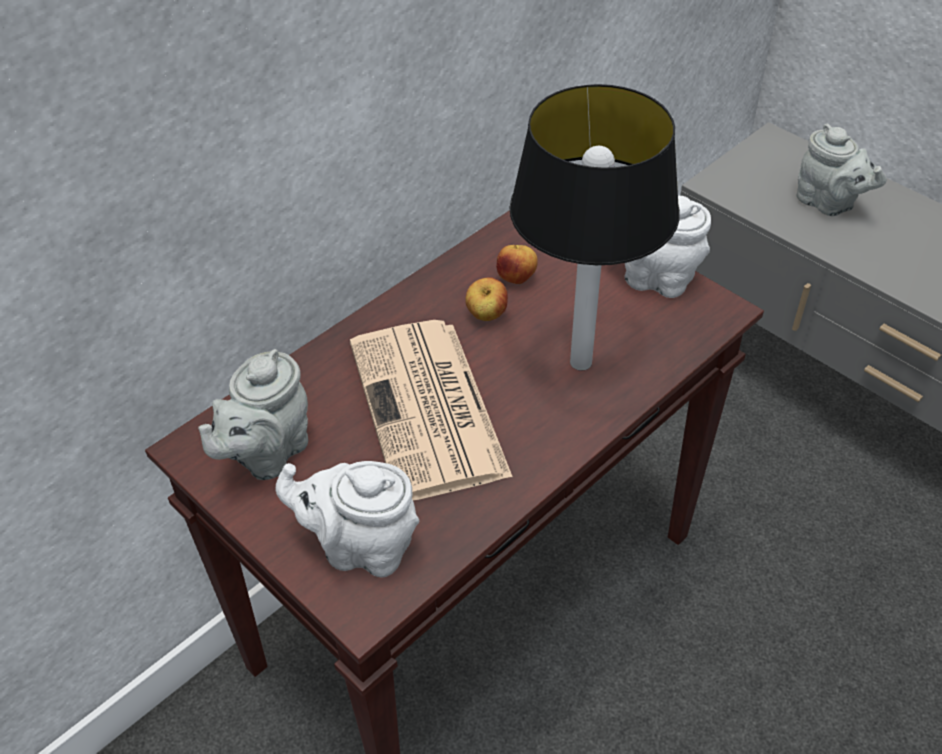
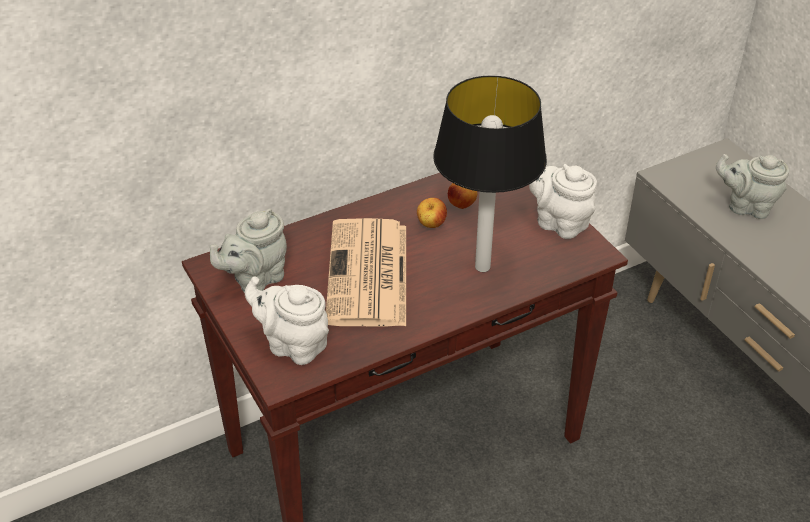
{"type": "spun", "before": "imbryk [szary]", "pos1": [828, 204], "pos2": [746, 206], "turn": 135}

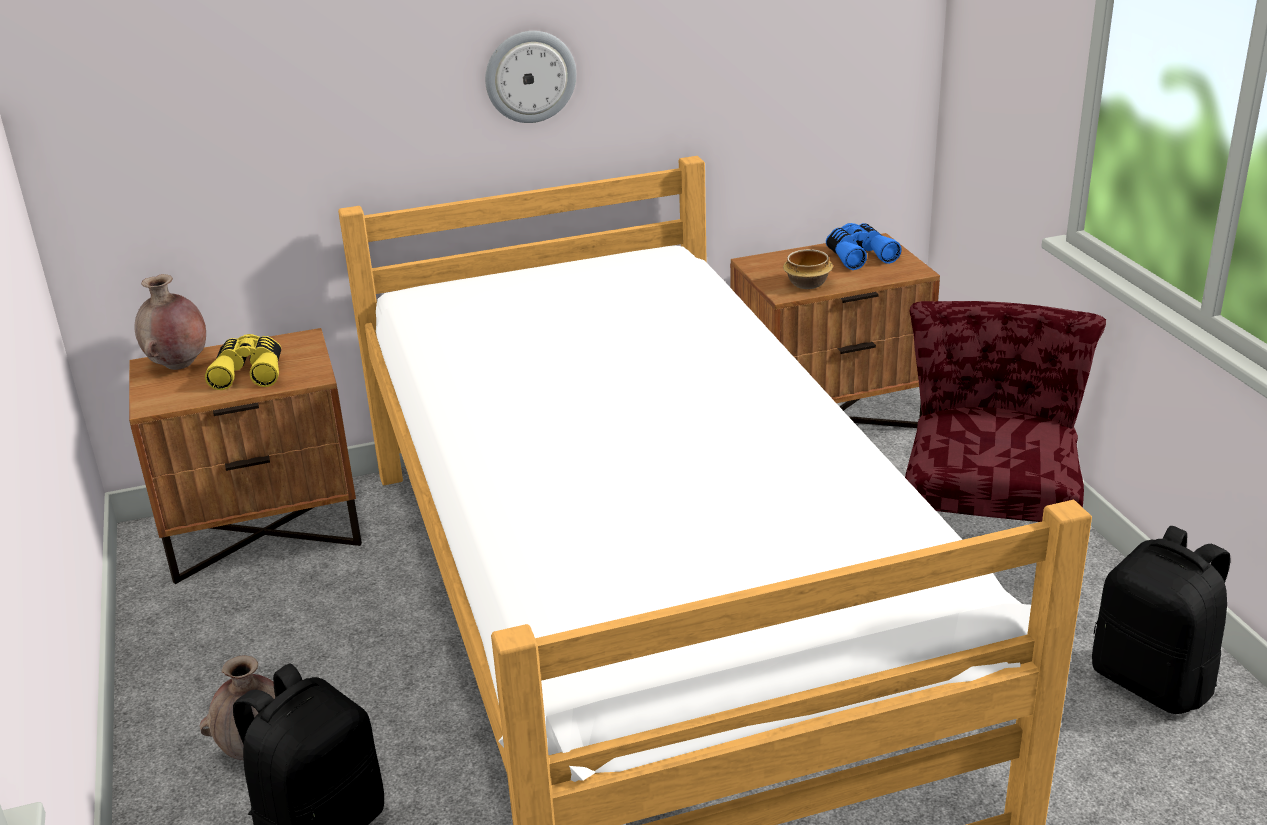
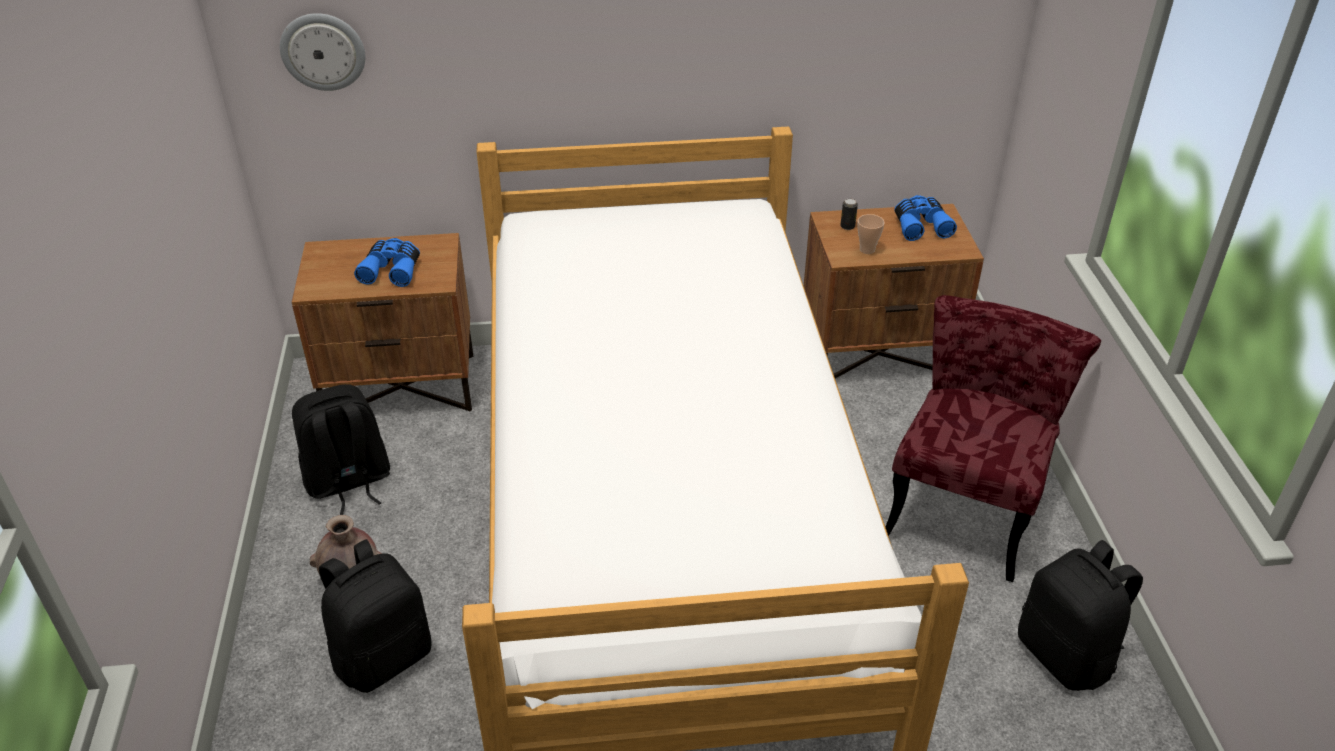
{"type": "relocated", "before": "zegar ścienny", "pos1": [530, 76], "pos2": [323, 51]}
{"type": "appeared", "after": "plecak [czarny]", "pos2": [348, 483]}
{"type": "colour", "before": "lornetka [żółty]", "after": "lornetka [niebieski]", "pos1": [249, 372], "pos2": [392, 269]}
{"type": "appeared", "after": "puszka", "pos2": [847, 226]}
{"type": "exchanged", "before": "miska", "after": "filiżanka", "pos1": [808, 284], "pos2": [867, 250]}
{"type": "missing", "before": "wazon [brązowy]", "pos1": [178, 365]}

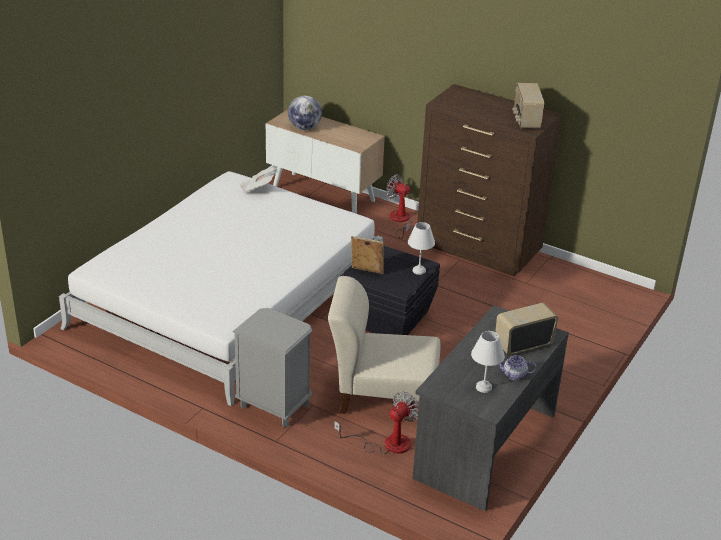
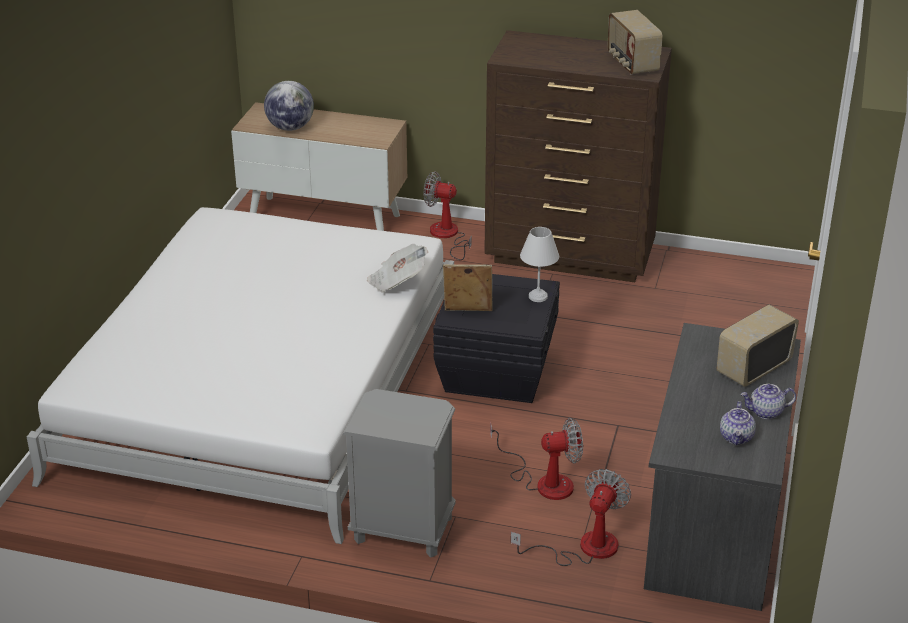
{"type": "relocated", "before": "gazeta", "pos1": [258, 188], "pos2": [397, 281]}
{"type": "exchanged", "before": "krzesło [beżowy]", "after": "wentylator", "pos1": [382, 395], "pos2": [544, 481]}
{"type": "exchanged", "before": "lampa stołowa [biały]", "after": "imbryk", "pos1": [484, 387], "pos2": [737, 437]}

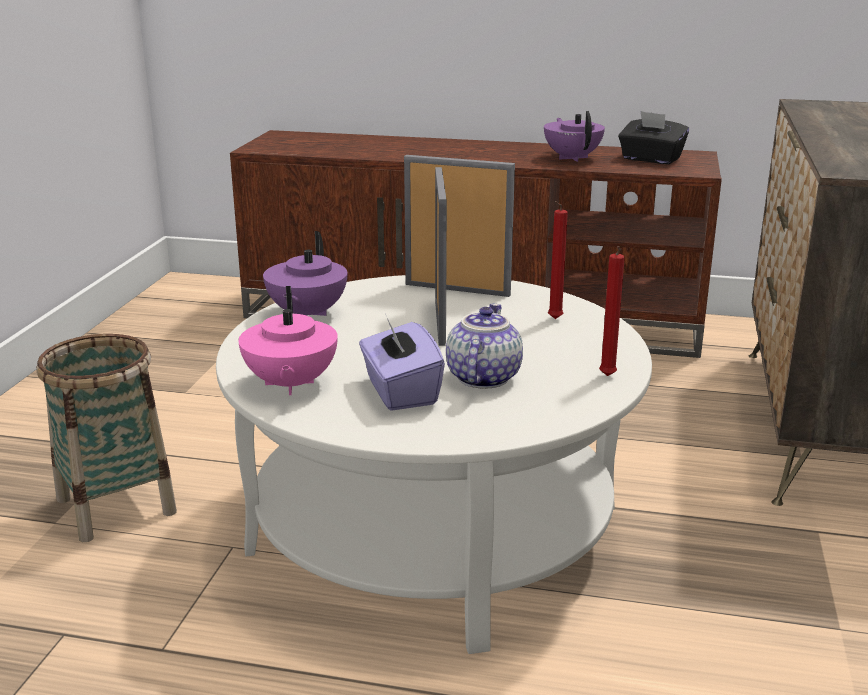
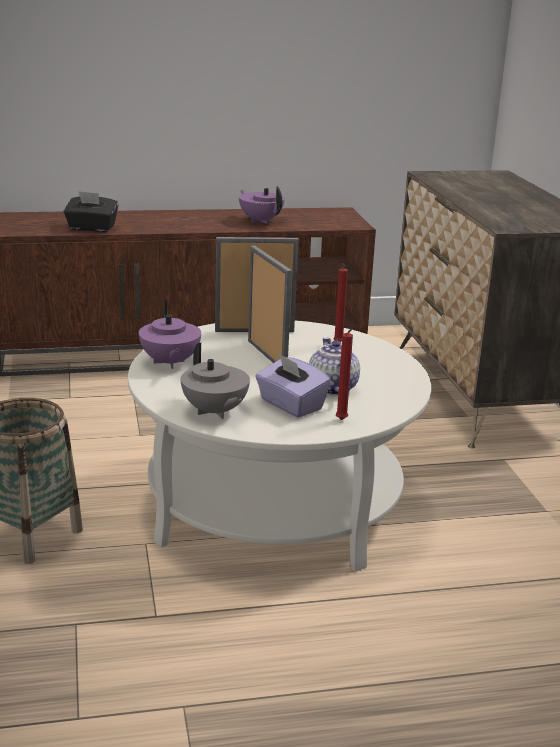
{"type": "relocated", "before": "pudełko chusteczek [czarny]", "pos1": [650, 159], "pos2": [91, 228]}
{"type": "colour", "before": "imbryk [różowy]", "after": "imbryk [szary]", "pos1": [290, 384], "pos2": [214, 412]}
{"type": "relocated", "before": "świeca [czerwony]", "pos1": [607, 377], "pos2": [342, 421]}

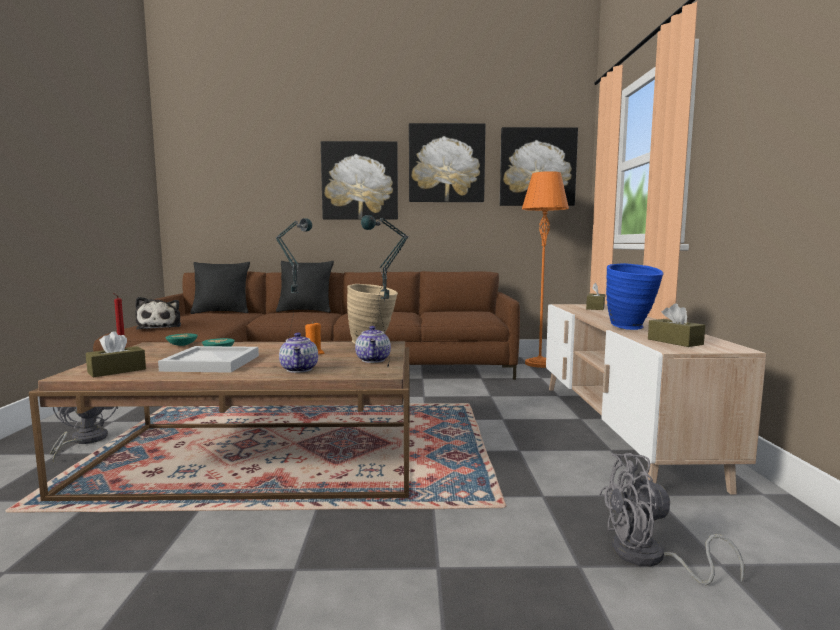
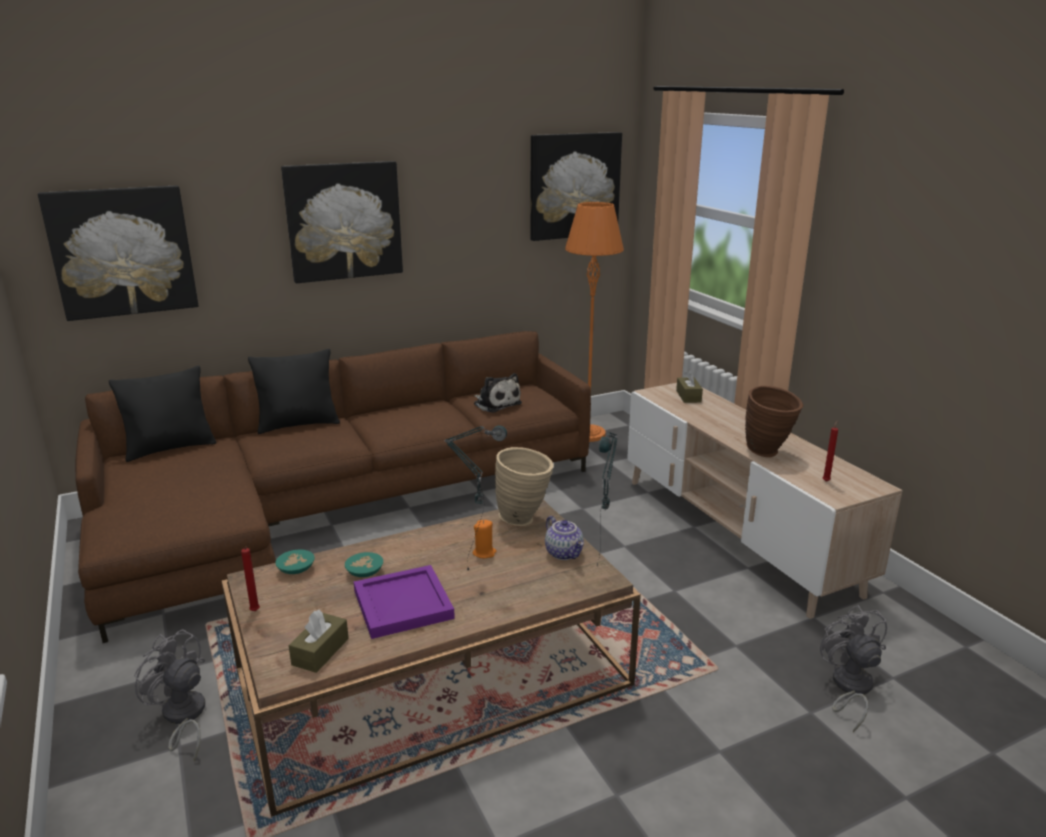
{"type": "relocated", "before": "obraz", "pos1": [446, 163], "pos2": [122, 252]}
{"type": "colour", "before": "taca [biały]", "after": "taca [fioletowy]", "pos1": [210, 363], "pos2": [402, 605]}
{"type": "relocated", "before": "pluszak", "pos1": [160, 327], "pos2": [496, 403]}
{"type": "colour", "before": "wazon [niebieski]", "after": "wazon [brązowy]", "pos1": [631, 328], "pos2": [768, 453]}
{"type": "spun", "before": "wentylator [szary]", "pos1": [649, 558], "pos2": [849, 688], "turn": 105}
{"type": "exchanged", "before": "pudełko chusteczek [brązowy]", "after": "świeca [czerwony]", "pos1": [674, 342], "pos2": [826, 481]}
{"type": "missing", "before": "imbryk", "pos1": [300, 369]}

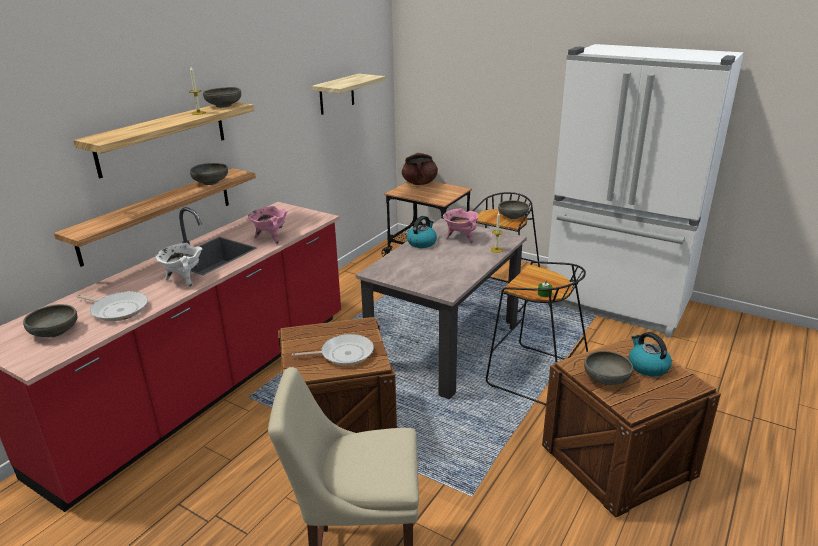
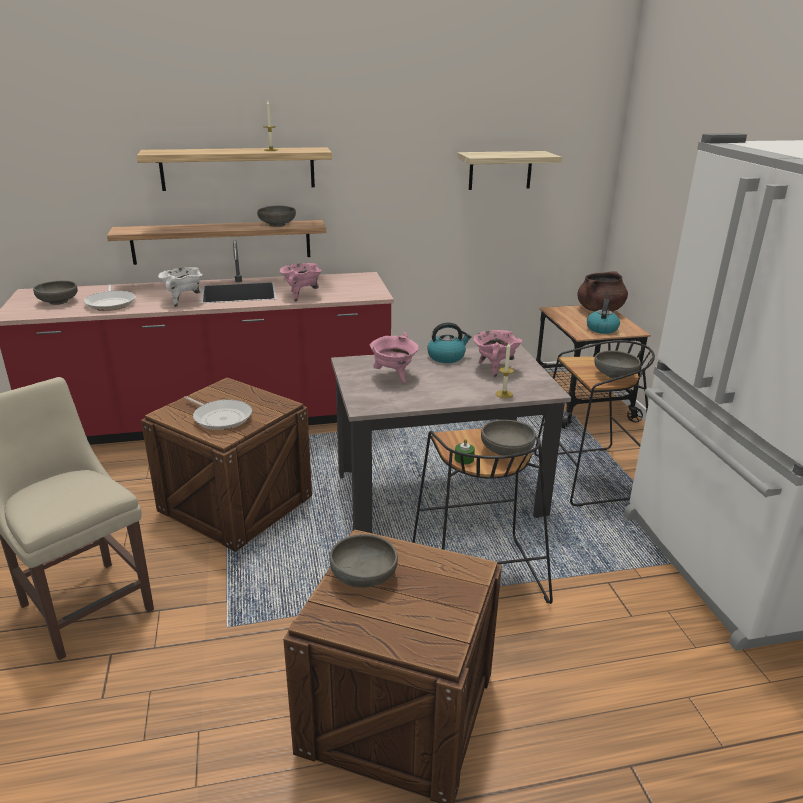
{"type": "appeared", "after": "garnek [różowy]", "pos2": [394, 376]}
{"type": "relocated", "before": "miska [szary]", "pos1": [224, 106], "pos2": [506, 451]}
{"type": "relocated", "before": "czajnik", "pos1": [647, 366], "pos2": [602, 329]}

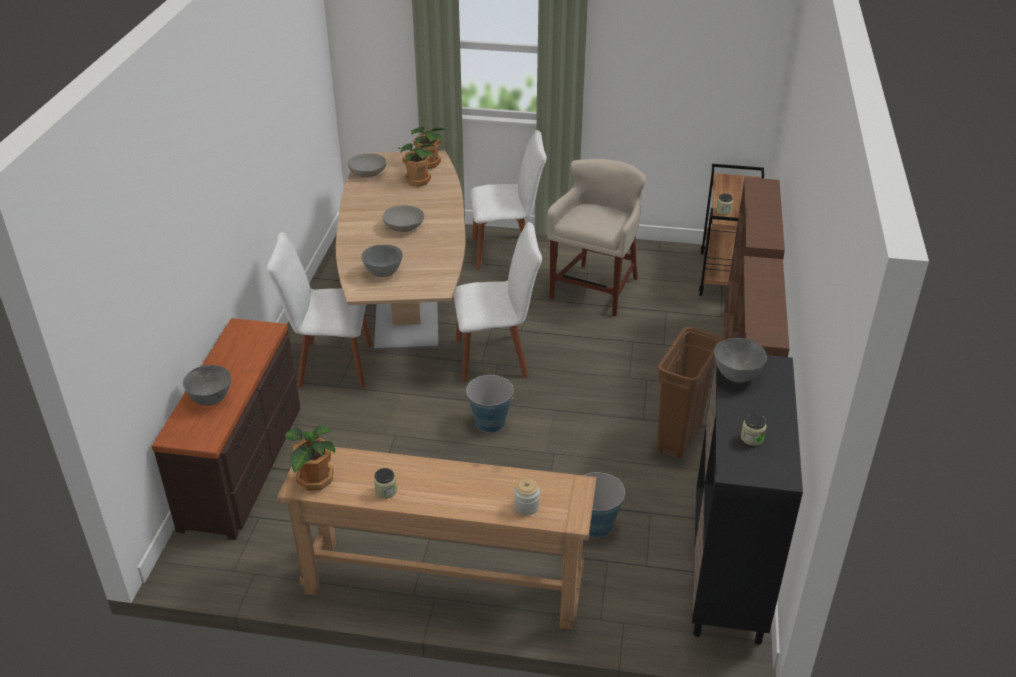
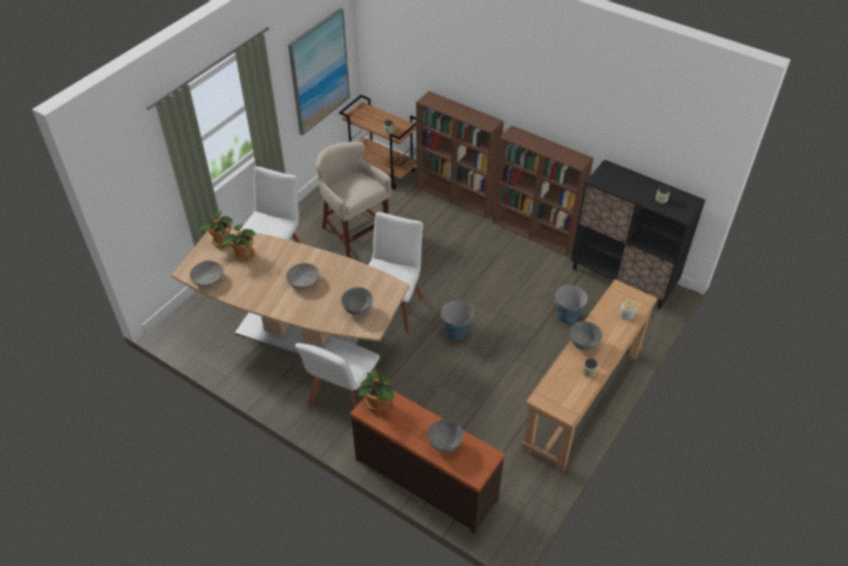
{"type": "appeared", "after": "obraz", "pos2": [319, 72]}
{"type": "relocated", "before": "roślina doniczkowa", "pos1": [314, 480], "pos2": [377, 404]}
{"type": "relocated", "before": "miska [szary]", "pos1": [737, 376], "pos2": [583, 344]}
{"type": "missing", "before": "kosz na śmieci [brązowy]", "pos1": [679, 437]}

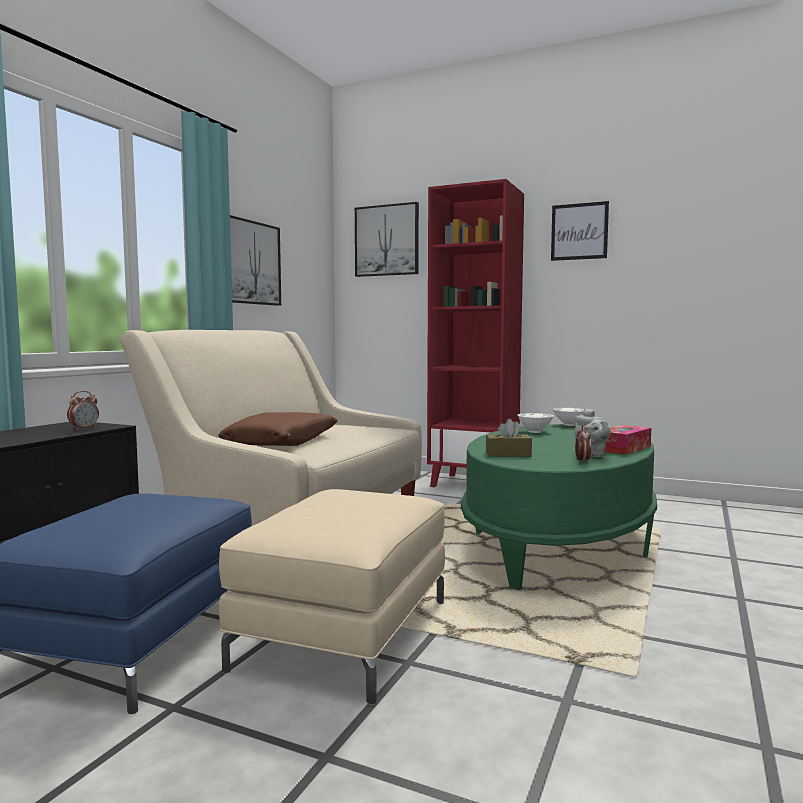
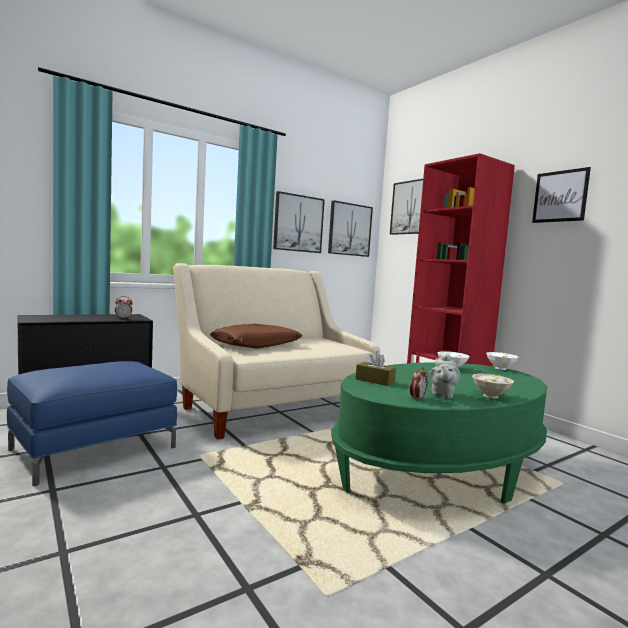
{"type": "appeared", "after": "obraz", "pos2": [349, 229]}
{"type": "exchanged", "before": "pudełko chusteczek", "after": "miska [biały]", "pos1": [624, 448], "pos2": [490, 396]}
{"type": "missing", "before": "pufa [beżowy]", "pos1": [345, 634]}

